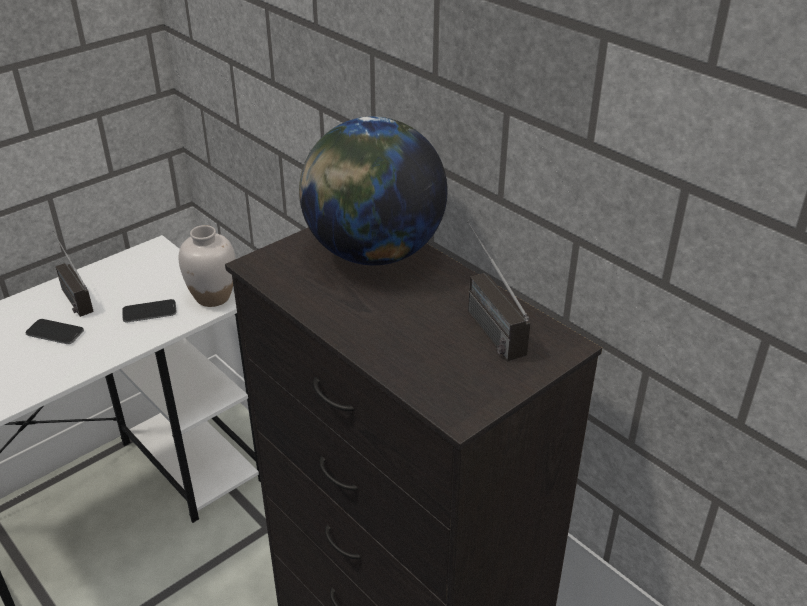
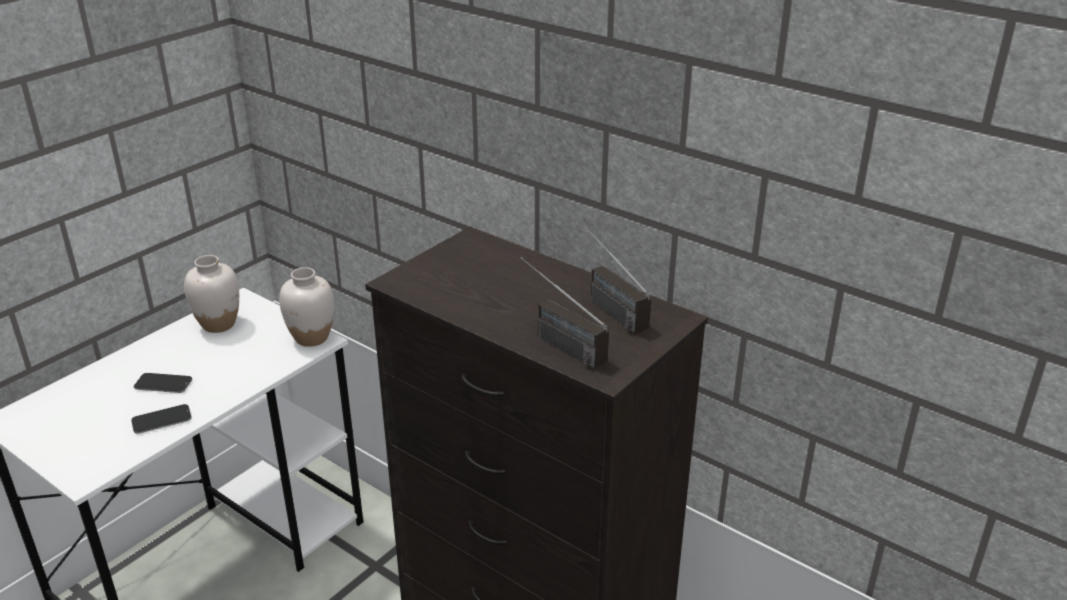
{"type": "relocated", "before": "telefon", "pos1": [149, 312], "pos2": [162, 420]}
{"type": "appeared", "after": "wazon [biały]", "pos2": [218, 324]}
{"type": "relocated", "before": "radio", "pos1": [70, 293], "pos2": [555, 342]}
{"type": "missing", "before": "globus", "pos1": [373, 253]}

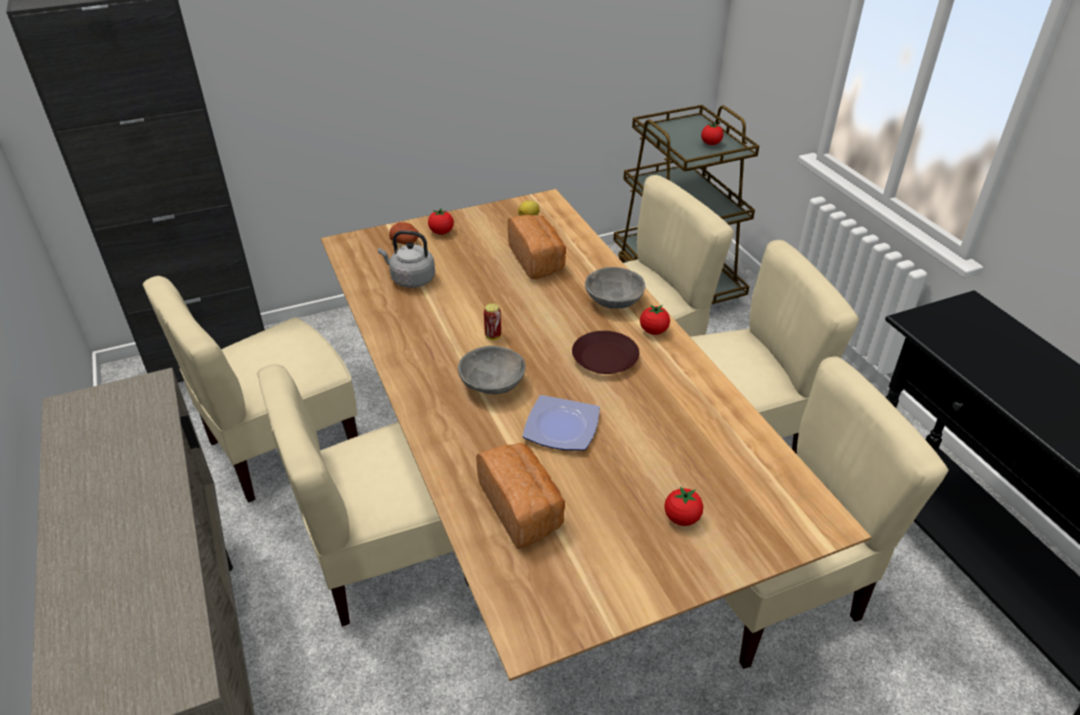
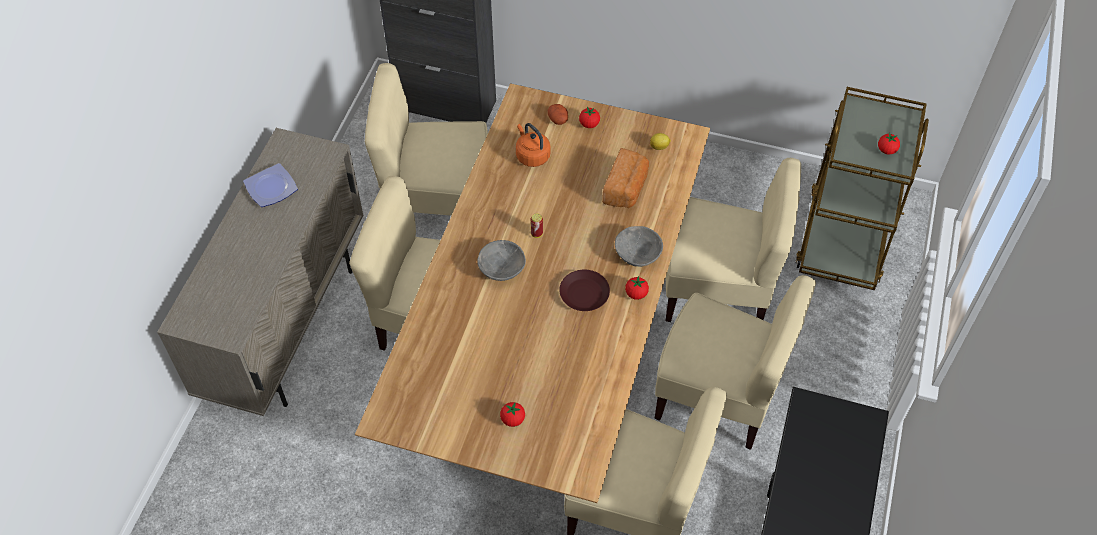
{"type": "relocated", "before": "talerz", "pos1": [560, 426], "pos2": [272, 187]}
{"type": "colour", "before": "czajnik [szary]", "after": "czajnik [pomarańczowy]", "pos1": [410, 279], "pos2": [531, 155]}
{"type": "missing", "before": "chleb", "pos1": [522, 508]}

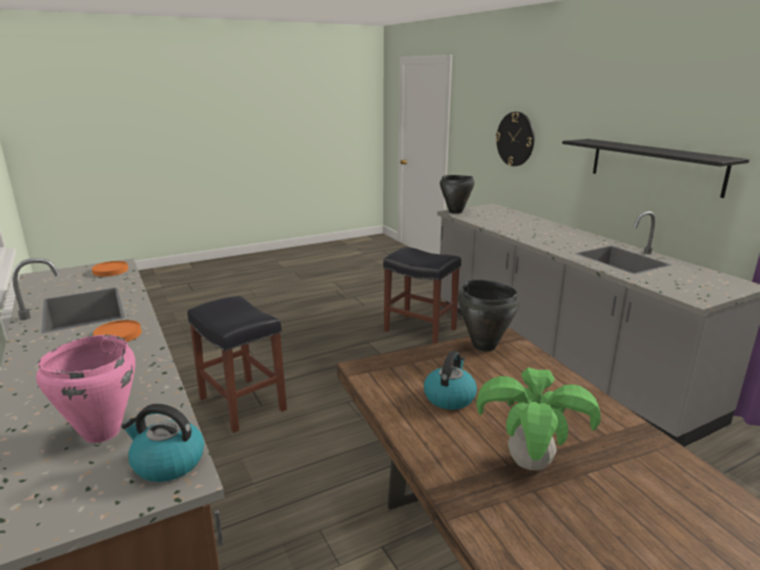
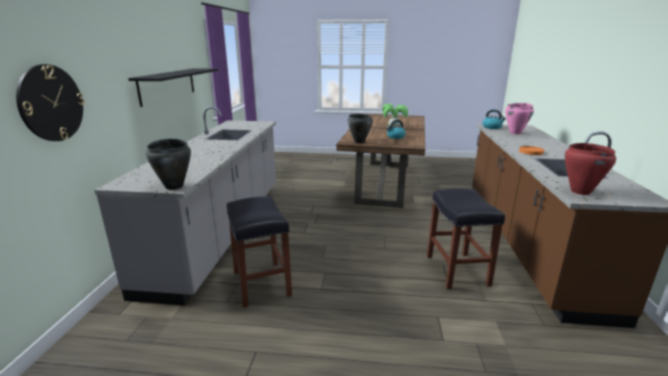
{"type": "exchanged", "before": "talerz [pomarańczowy]", "after": "garnek [czerwony]", "pos1": [111, 270], "pos2": [580, 191]}

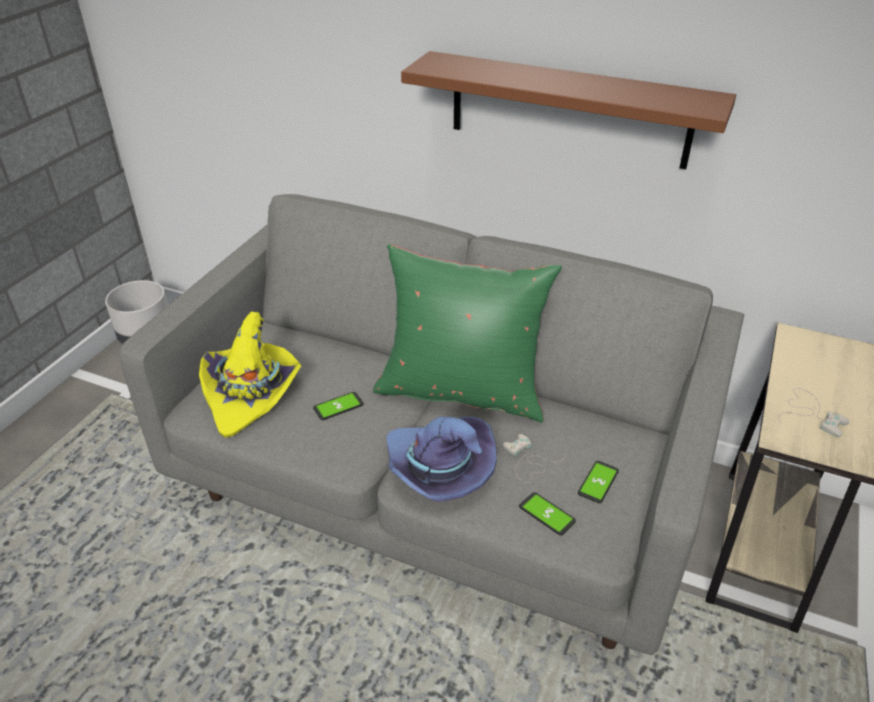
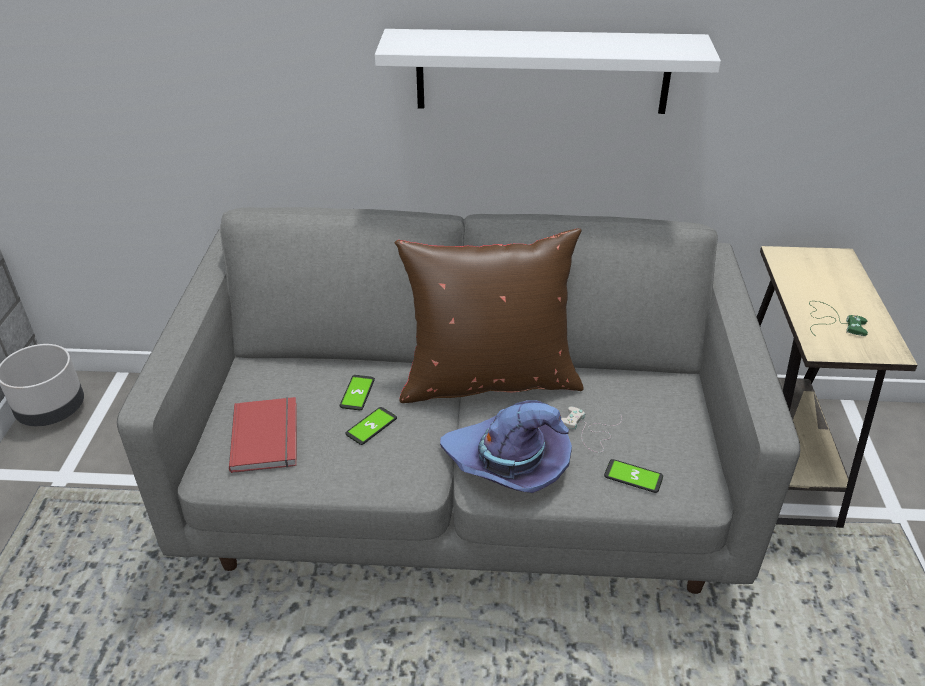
{"type": "exchanged", "before": "kapelusz [żółty]", "after": "książka [czerwony]", "pos1": [252, 393], "pos2": [268, 436]}
{"type": "relocated", "before": "telefon", "pos1": [598, 482], "pos2": [357, 393]}
{"type": "colour", "before": "półka [brązowy]", "after": "półka [biały]", "pos1": [568, 110], "pos2": [542, 71]}
{"type": "colour", "before": "poduszka [zielony]", "after": "poduszka [brązowy]", "pos1": [462, 391], "pos2": [489, 379]}
{"type": "colour", "before": "pad do gier [biały]", "after": "pad do gier [zielony]", "pos1": [810, 413], "pos2": [832, 321]}

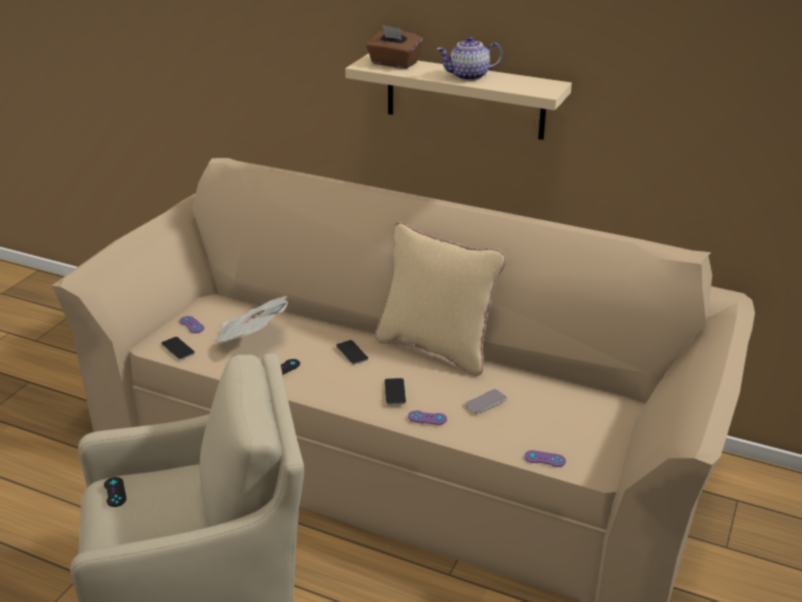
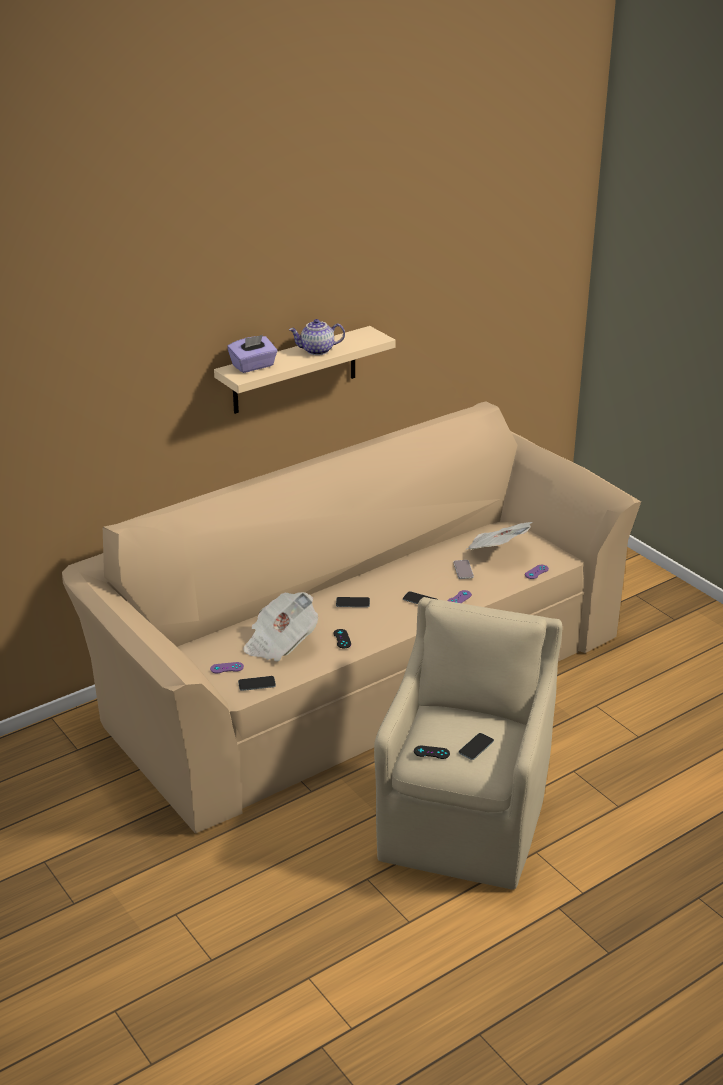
{"type": "colour", "before": "pudełko chusteczek [brązowy]", "after": "pudełko chusteczek [fioletowy]", "pos1": [394, 63], "pos2": [253, 366]}
{"type": "spun", "before": "imbryk", "pos1": [468, 76], "pos2": [317, 351], "turn": 60}
{"type": "appeared", "after": "telefon", "pos2": [476, 747]}
{"type": "appeared", "after": "gazeta", "pos2": [497, 551]}
{"type": "missing", "before": "poduszka [beżowy]", "pos1": [436, 348]}

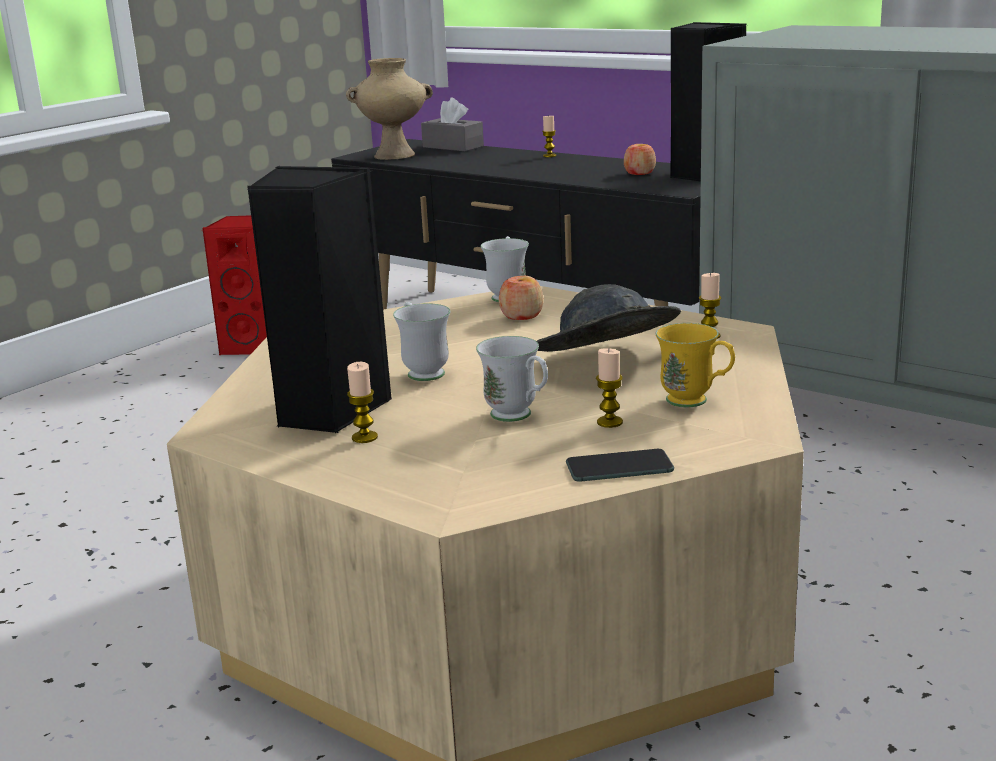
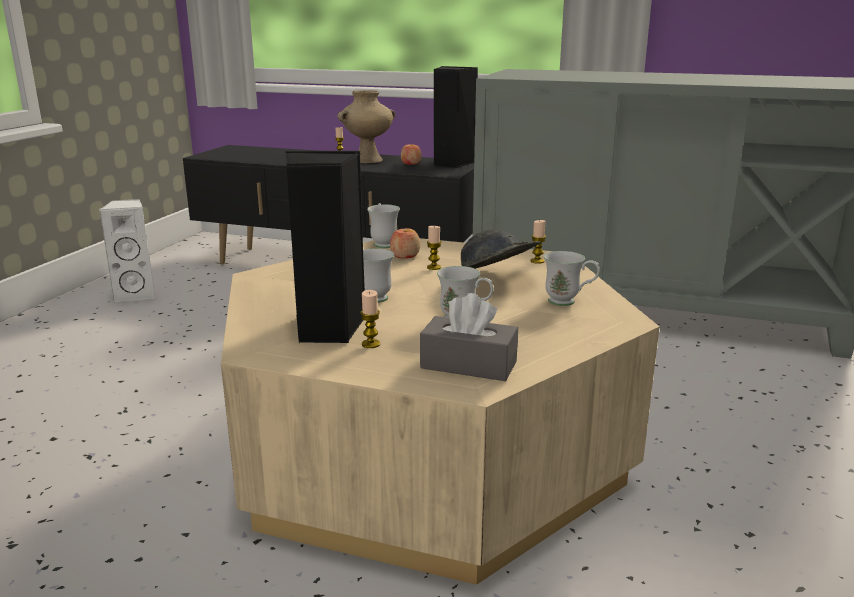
{"type": "colour", "before": "głośnik [czerwony]", "after": "głośnik [biały]", "pos1": [253, 347], "pos2": [137, 294]}
{"type": "relocated", "before": "wazon [beżowy]", "pos1": [395, 155], "pos2": [368, 160]}
{"type": "relocated", "before": "pudełko chusteczek [szary]", "pos1": [453, 146], "pos2": [468, 365]}
{"type": "relocated", "before": "świeca", "pos1": [609, 422], "pos2": [434, 267]}
{"type": "colour", "before": "kubek [żółty]", "after": "kubek [biały]", "pos1": [696, 402], "pos2": [568, 302]}
{"type": "missing", "before": "telefon", "pos1": [619, 467]}

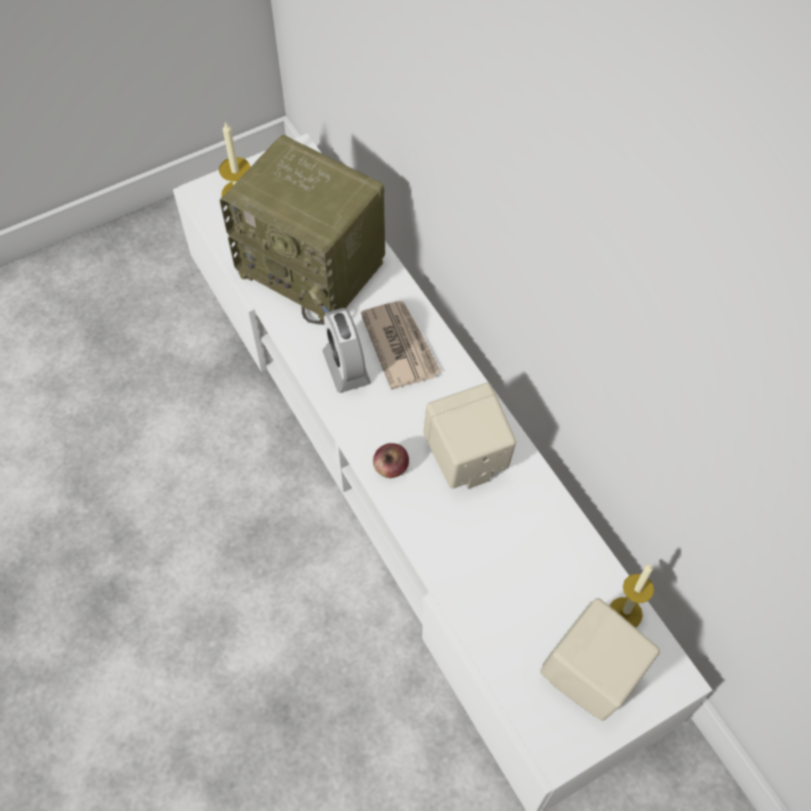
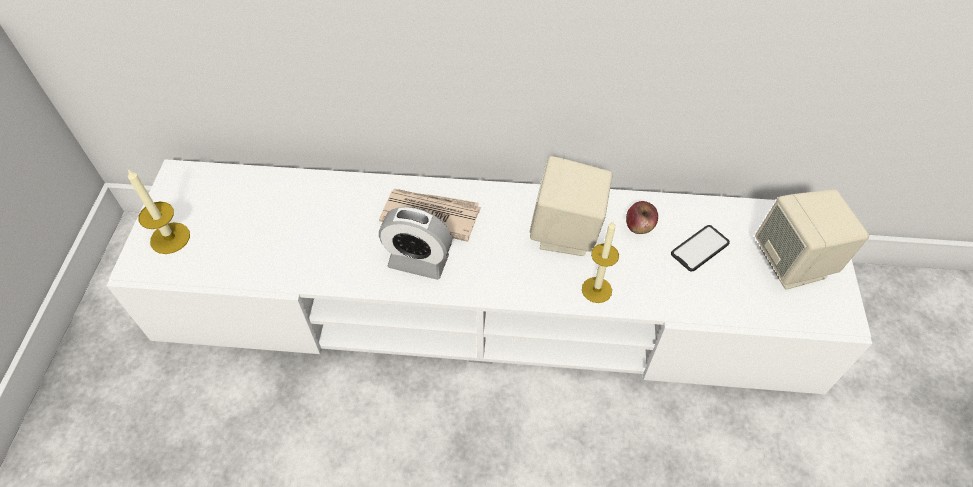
{"type": "relocated", "before": "świeca", "pos1": [625, 613], "pos2": [596, 290]}
{"type": "relocated", "before": "jabłko", "pos1": [391, 468], "pos2": [639, 226]}
{"type": "appeared", "after": "telefon", "pos2": [700, 248]}
{"type": "missing", "before": "radio", "pos1": [314, 268]}

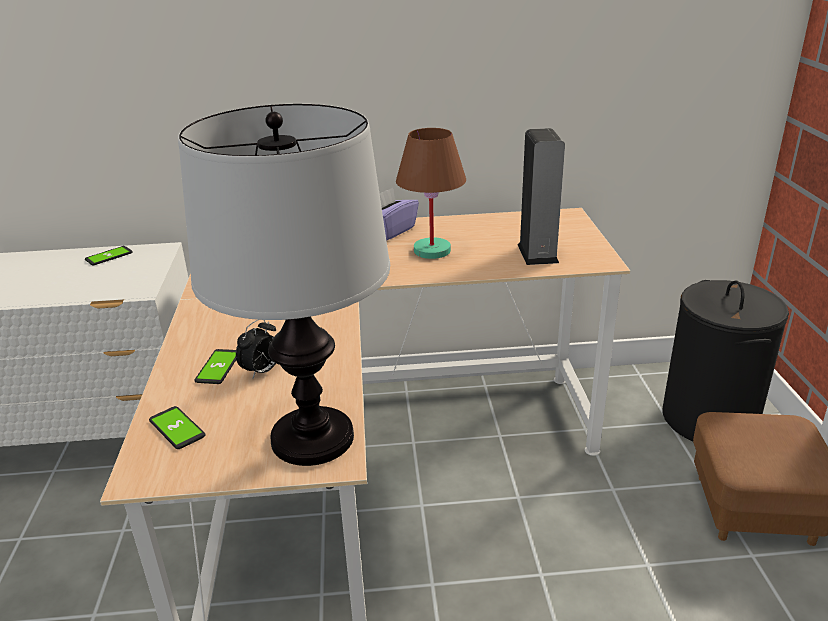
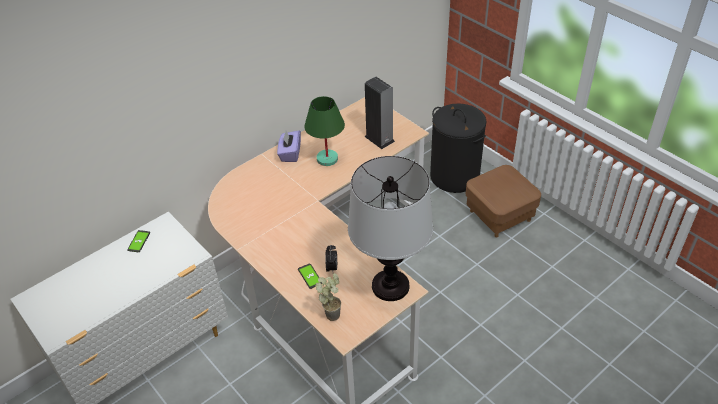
{"type": "colour", "before": "lampa stołowa [brązowy]", "after": "lampa stołowa [zielony]", "pos1": [432, 250], "pos2": [327, 158]}
{"type": "exchanged", "before": "telefon", "after": "roślina doniczkowa", "pos1": [177, 428], "pos2": [332, 312]}

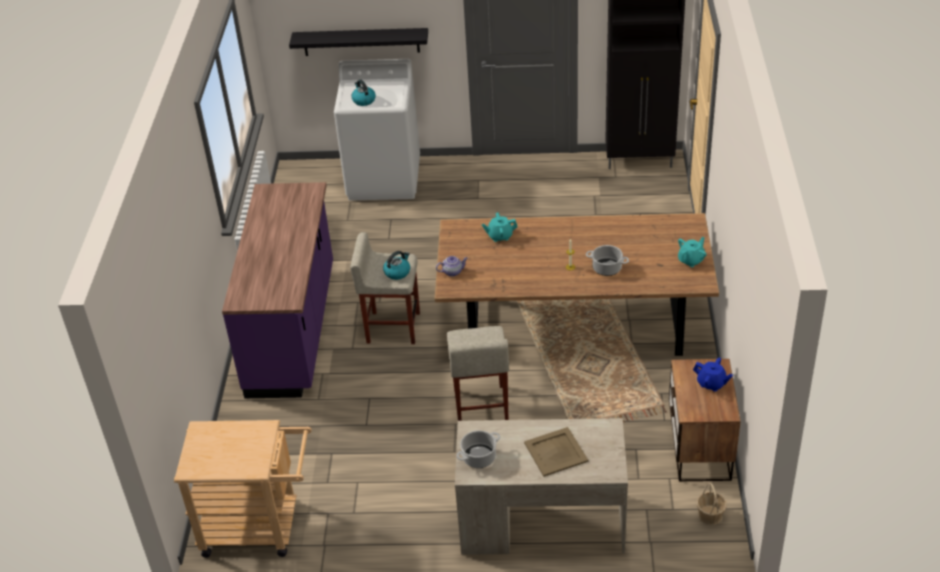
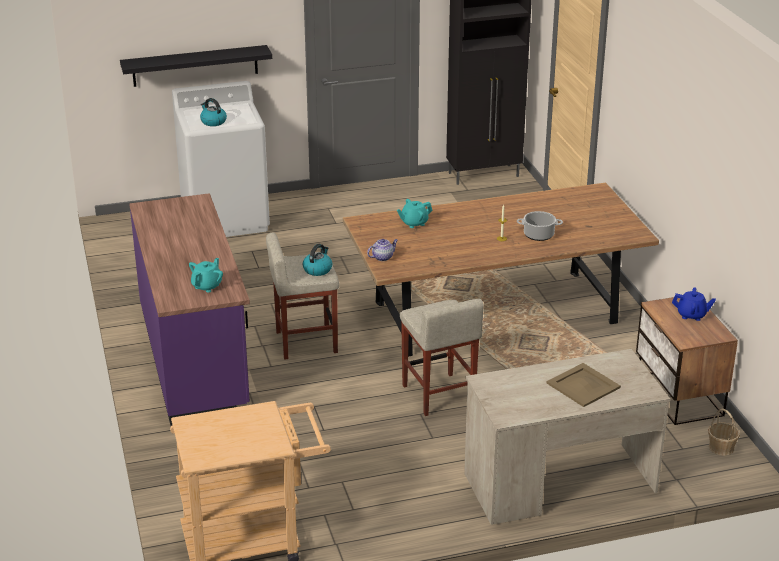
{"type": "relocated", "before": "imbryk [turkusowy]", "pos1": [691, 260], "pos2": [207, 286]}
{"type": "missing", "before": "garnek", "pos1": [479, 457]}

